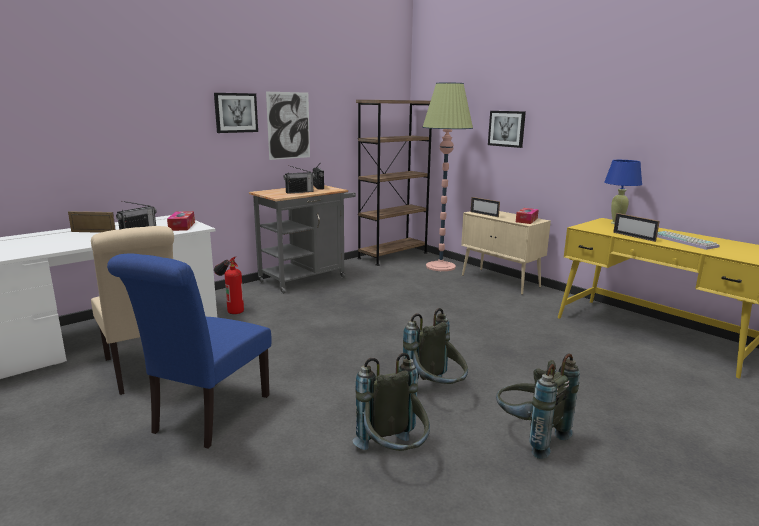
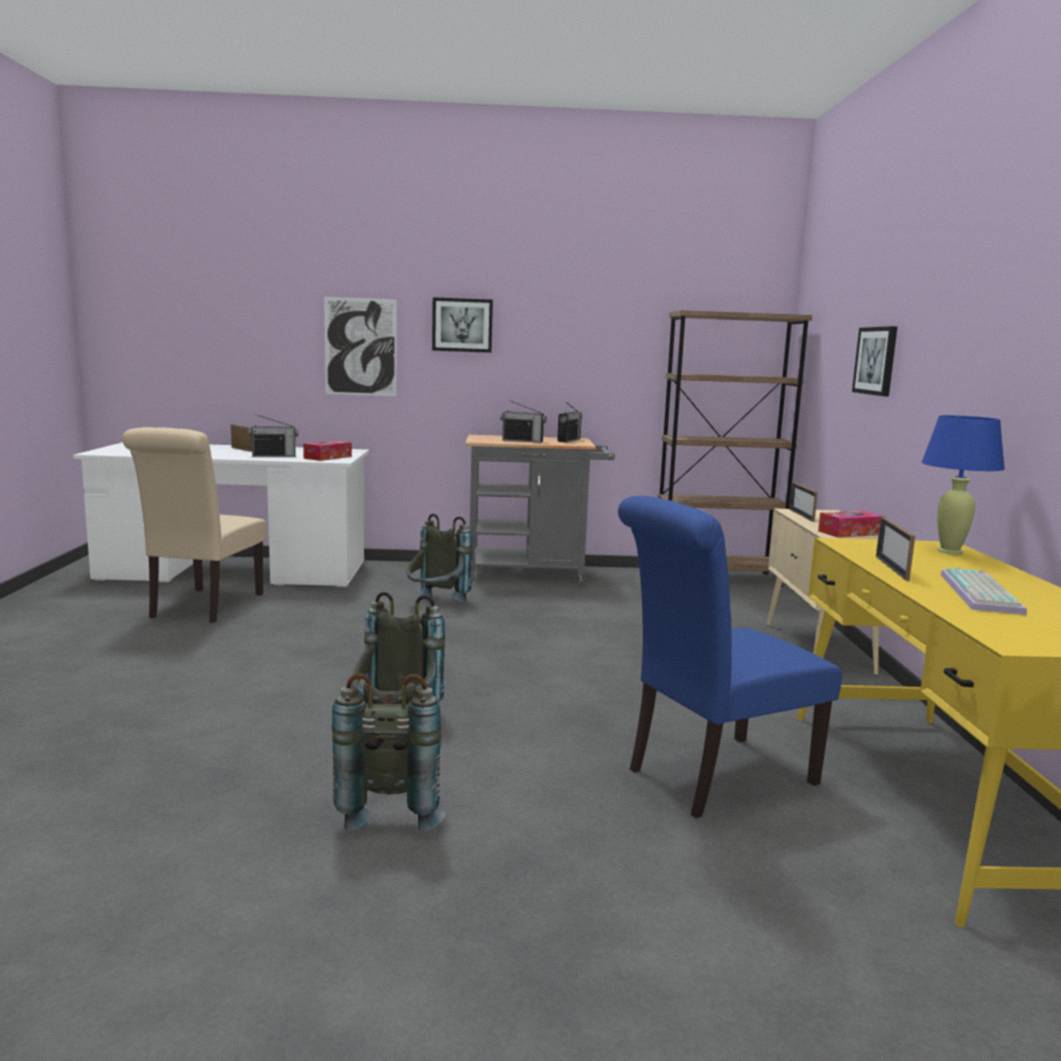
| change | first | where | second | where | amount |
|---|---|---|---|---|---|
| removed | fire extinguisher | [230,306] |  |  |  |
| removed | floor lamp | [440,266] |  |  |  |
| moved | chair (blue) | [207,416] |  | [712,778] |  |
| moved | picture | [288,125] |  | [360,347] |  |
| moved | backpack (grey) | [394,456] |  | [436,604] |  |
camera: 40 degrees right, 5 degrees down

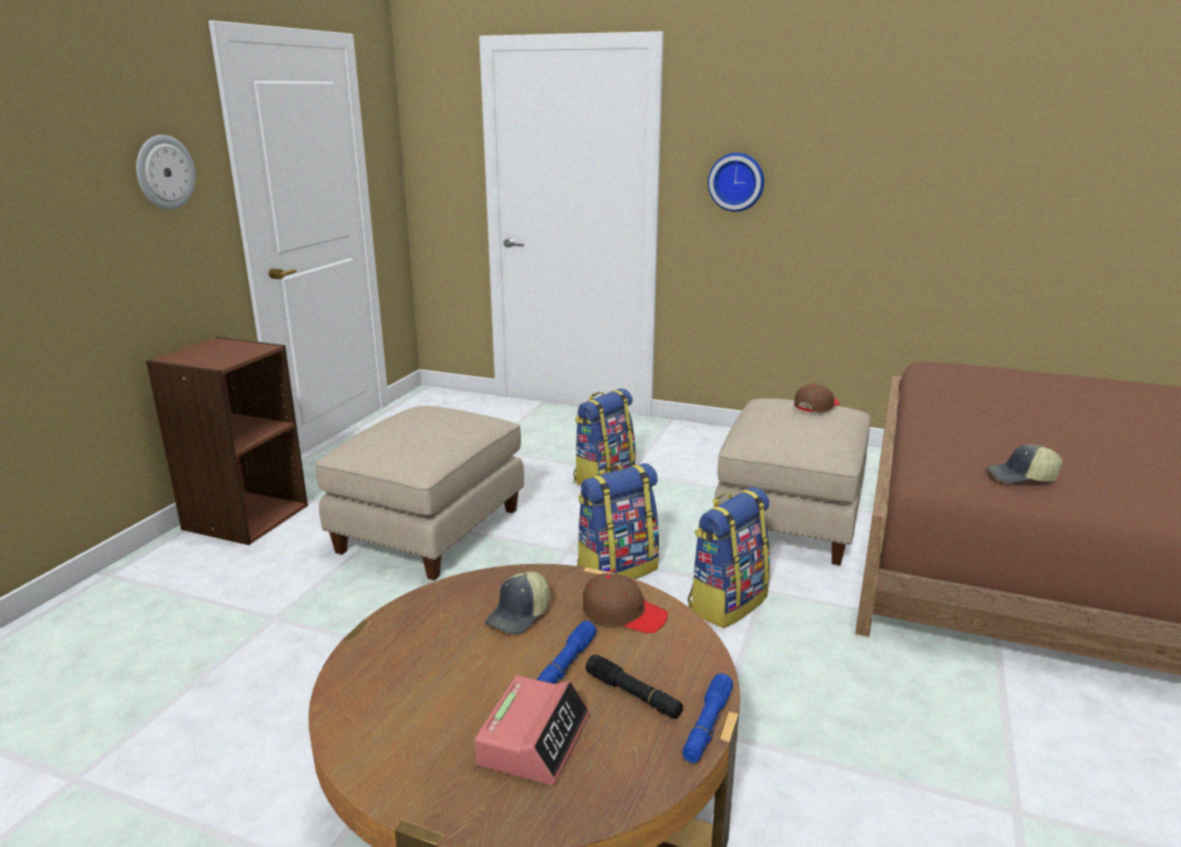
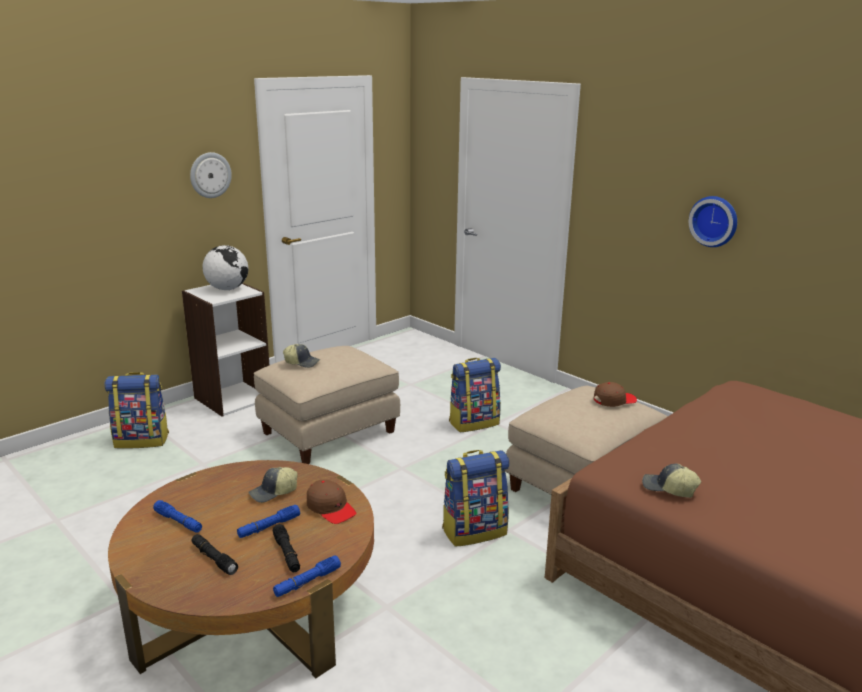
| change | first | where | second | where | amount |
|---|---|---|---|---|---|
| added |  |  | flashlight (blue) | [178,522] |  |
| added |  |  | globe | [227,289] |  |
| added |  |  | cap | [302,362] |  |
| moved | backpack | [617,569] |  | [142,440] |  |
| moved | wall clock | [736,182] |  | [714,221] |  |
| replaced | alarm clock | [534,740] | flashlight (black) | [214,559] |  |
| recoloured | bookcase (brown) | [245,517] | bookcase (white) | [232,398] |  |
camera: 25 degrees right, 0 degrees up

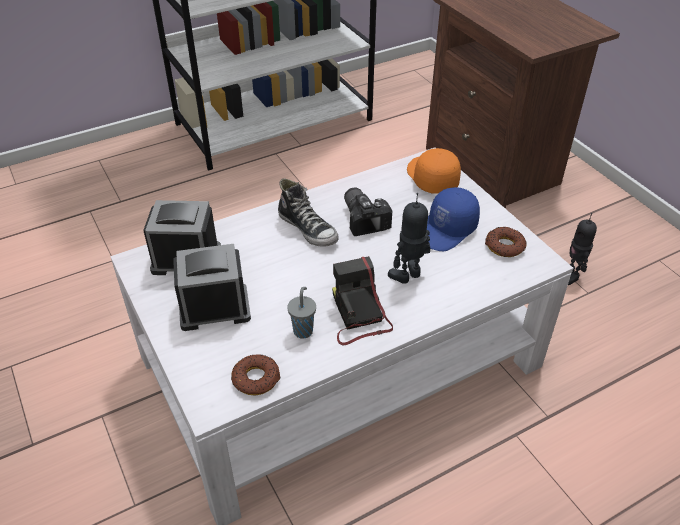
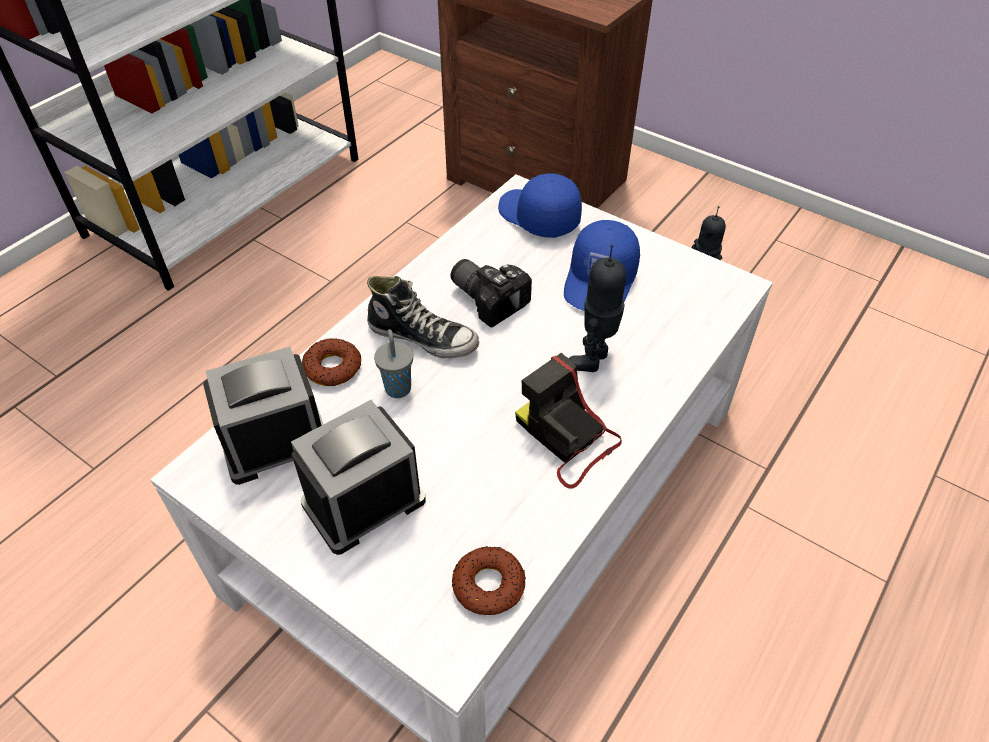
| change | first | where | second | where | amount |
|---|---|---|---|---|---|
| moved | cup (grey) | [303,330] |  | [397,387] |  |
| moved | donut | [504,246] |  | [332,368] |  |
| recoloured | cap (orange) | [431,178] | cap (blue) | [537,217] |  |
camera: 25 degrees left, 5 degrees up

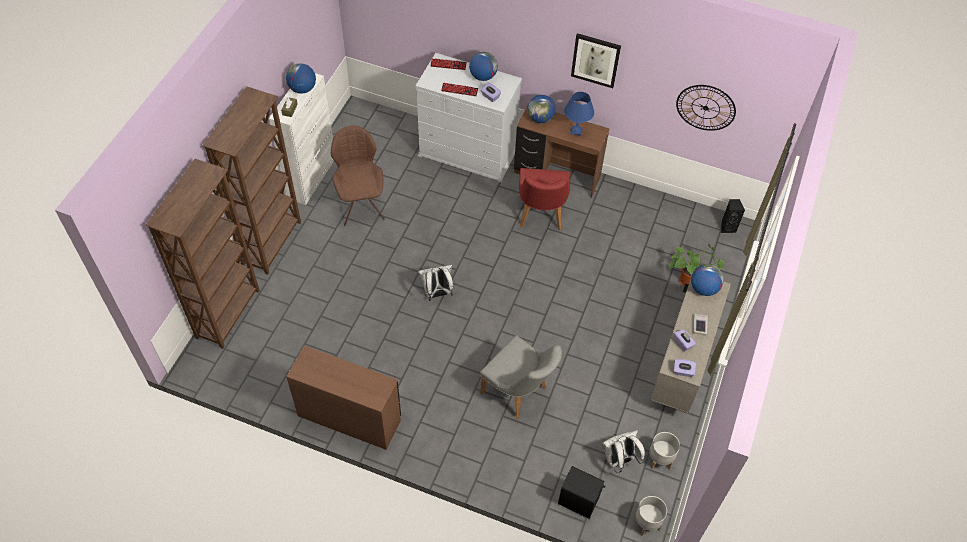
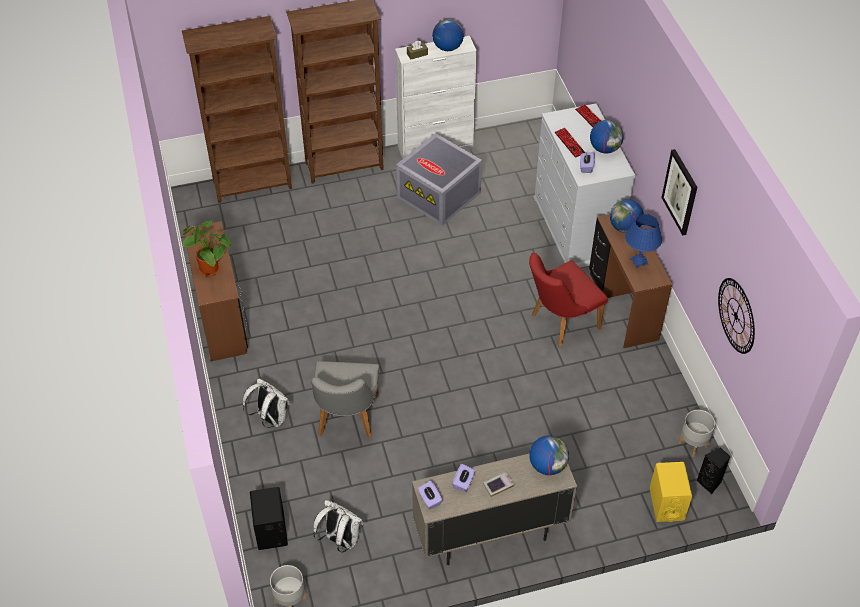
| change | first | where | second | where | amount |
|---|---|---|---|---|---|
| added |  |  | speaker (yellow) | [666,504] |  |
| moved | backpack (white) | [437,293] |  | [270,418] |  |
| moved | planter (grey) | [660,459] |  | [693,444] |  |
| moved | potted plant | [688,279] |  | [211,270] |  |
| replaced | chair (brown) | [361,205] | storage box (grey) | [440,195] |  |
camera: 55 degrees right, 5 degrees down

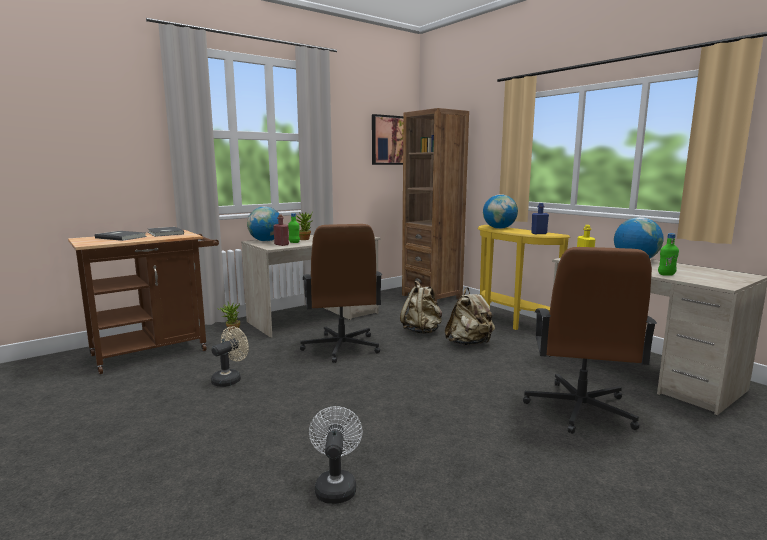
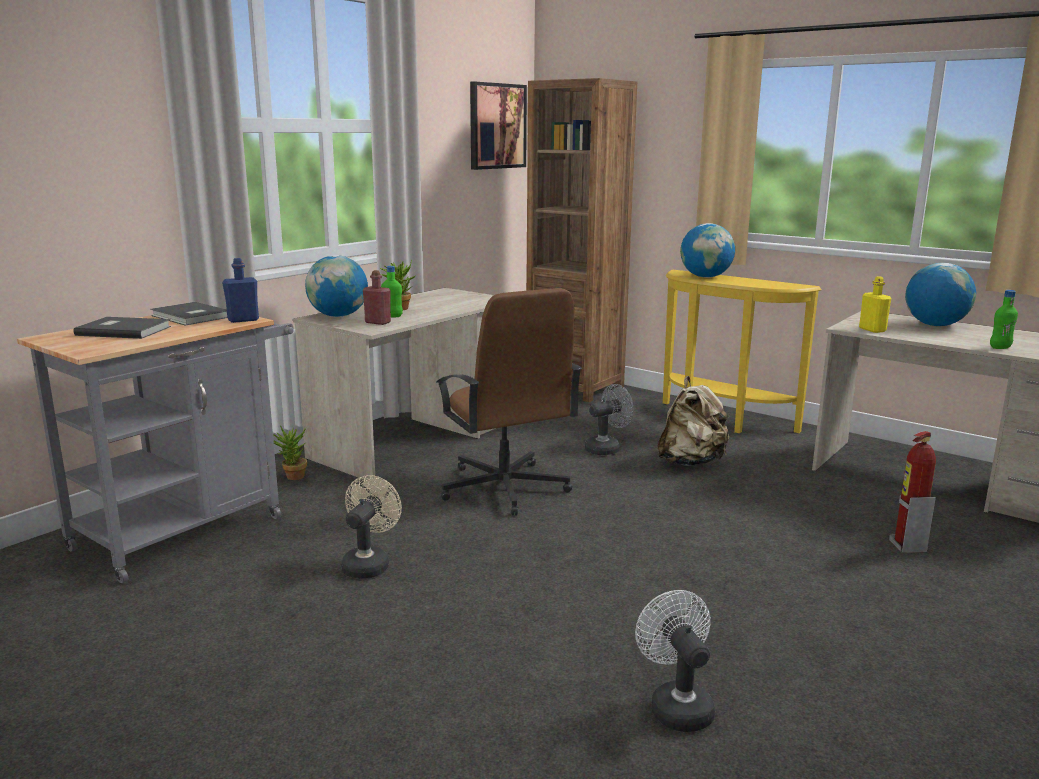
| change | first | where | second | where | amount |
|---|---|---|---|---|---|
| moved | bottle (blue) | [539,233] |  | [243,320] |  |
| replaced | backpack (beige) | [422,331] | fan (grey) | [607,448] |  |
| replaced | office chair (brown) | [579,409] | fire extinguisher | [906,546] |  |
| recoloured | cart (brown) | [157,351] | cart (grey) | [189,528] |  |
camera: 15 degrees left, 5 degrees up

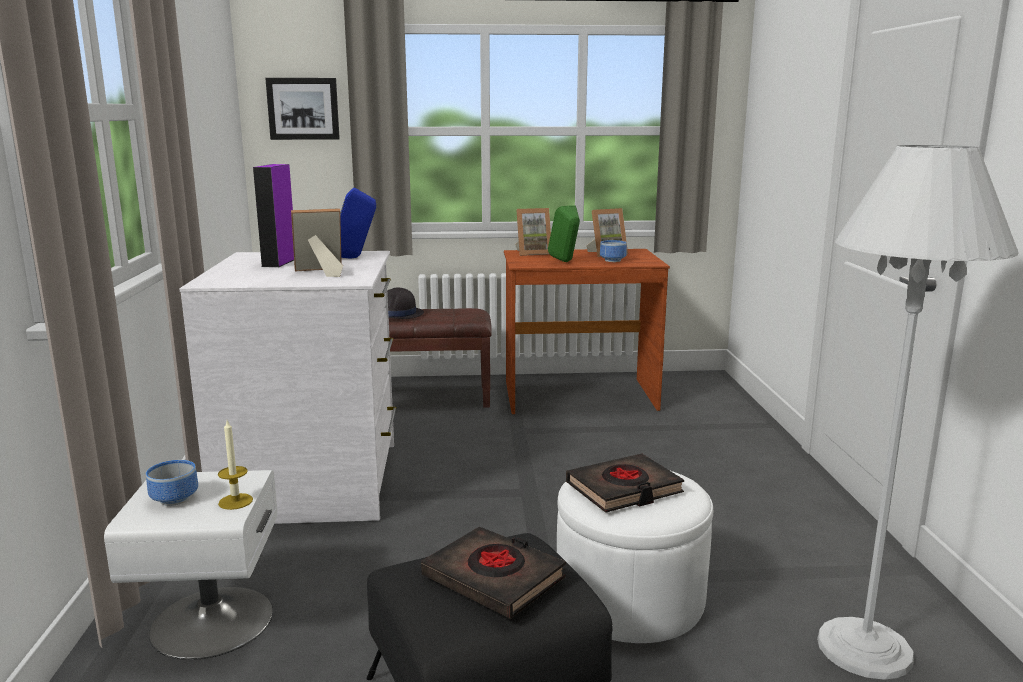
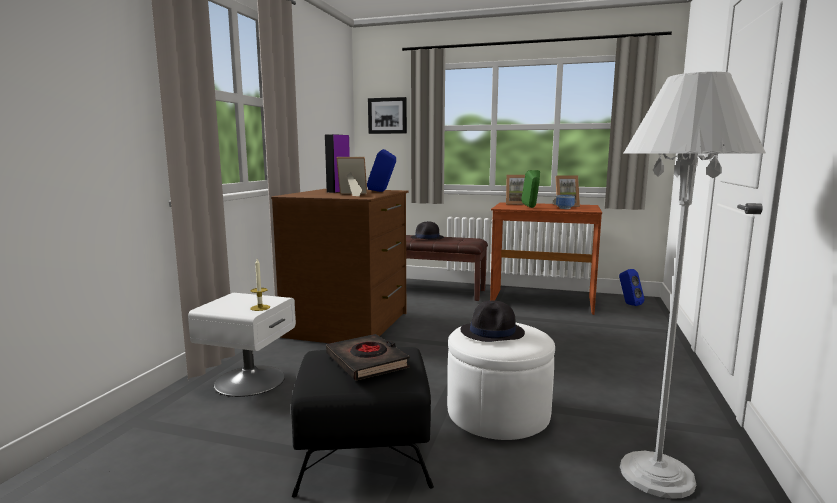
| change | first | where | second | where | amount |
|---|---|---|---|---|---|
| removed | bowl | [177,499] |  |  |  |
| added |  |  | speaker (blue) | [629,304] |  |
| replaced | book (black) | [624,489] | hat (black) | [492,332] |  |
| recoloured | dresser (white) | [314,481] | dresser (brown) | [349,325] |  |
camera: 20 degrees right, 5 degrees down

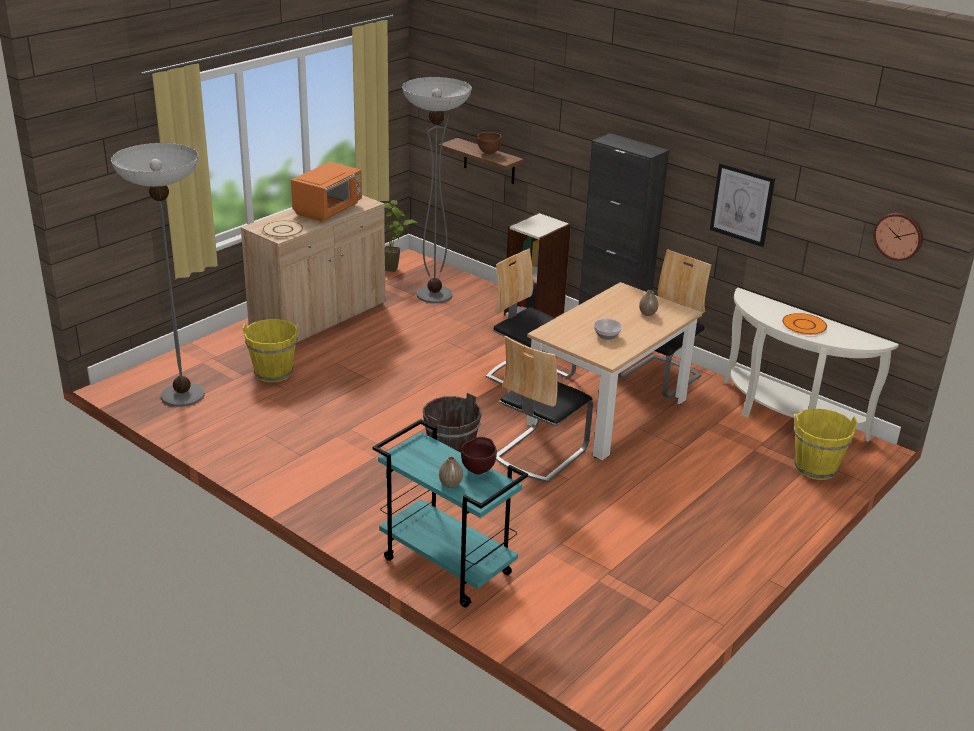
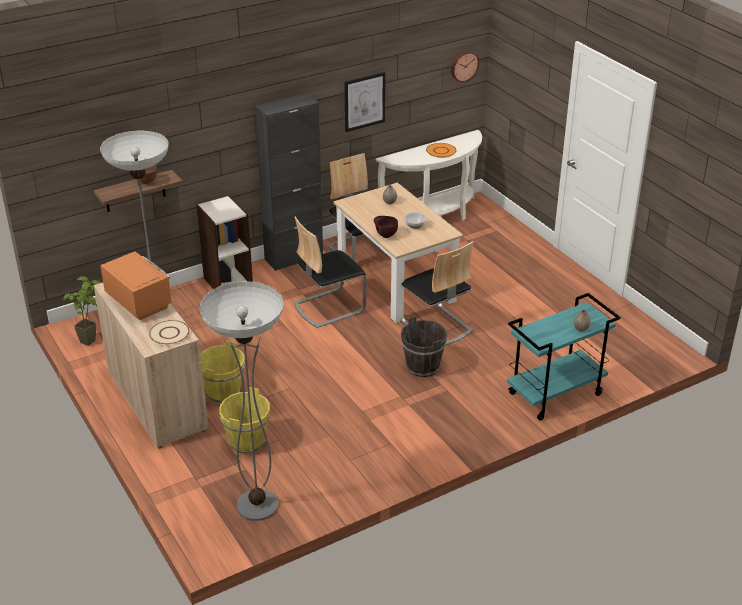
| change | first | where | second | where | amount |
|---|---|---|---|---|---|
| moved | bowl (brown) | [478,469] |  | [385,235] |  |
| moved | bucket (yellow) | [815,468] |  | [224,393] |  |
camera: 70 degrees left, 5 degrees up

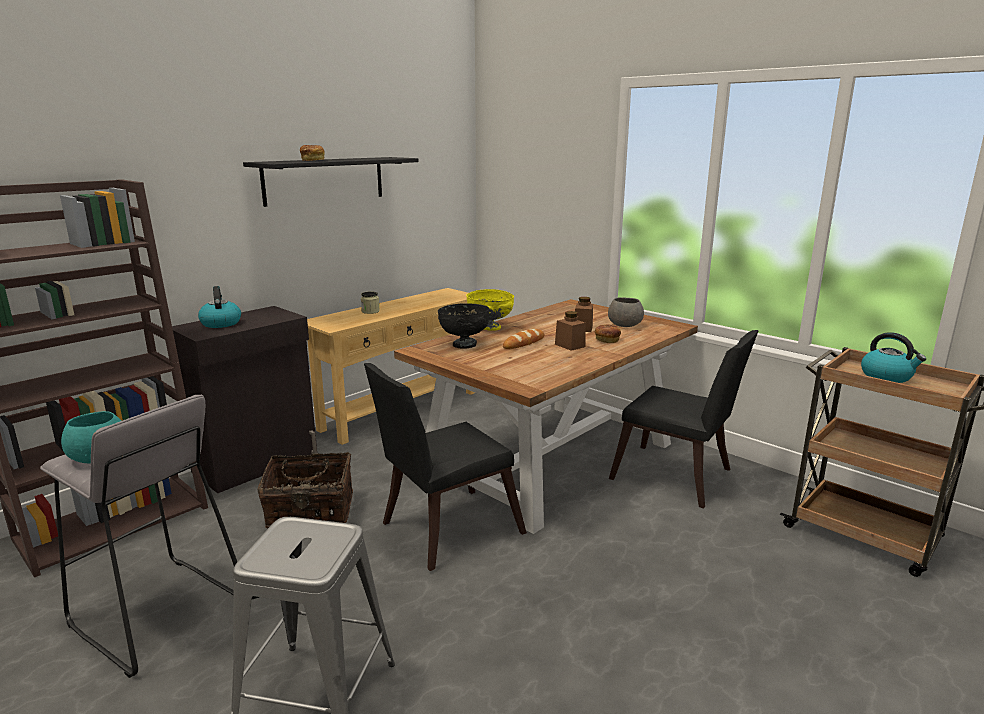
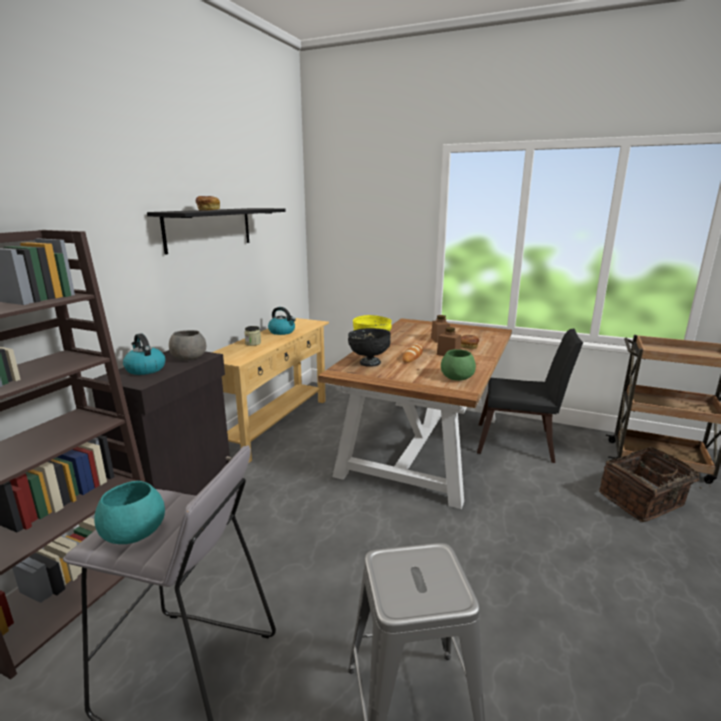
| change | first | where | second | where | amount |
|---|---|---|---|---|---|
| removed | chair (black) | [444,530] |  |  |  |
| added |  |  | bowl (green) | [457,377] |  |
| moved | basket | [310,512] |  | [643,501] |  |
| moved | bowl (grey) | [624,324] |  | [188,357] |  |
| moved | kettle | [887,376] |  | [282,332] |  |
camera: 20 degrees left, 0 degrees up

